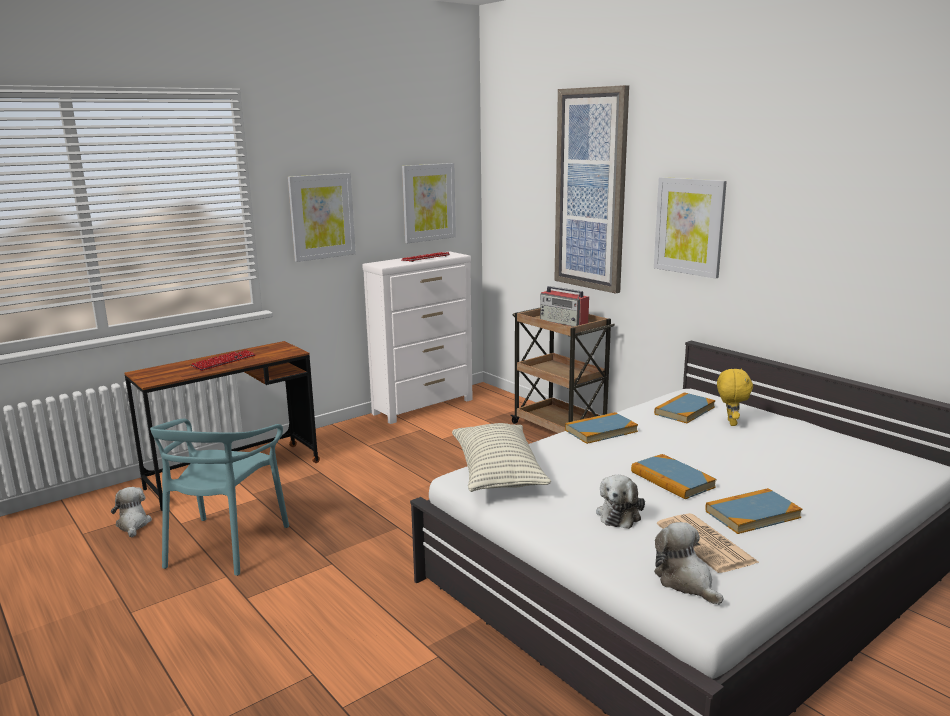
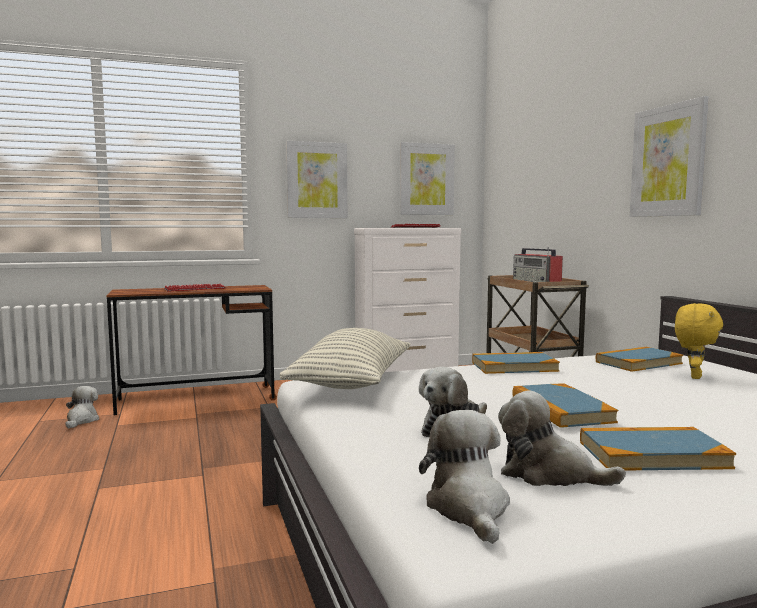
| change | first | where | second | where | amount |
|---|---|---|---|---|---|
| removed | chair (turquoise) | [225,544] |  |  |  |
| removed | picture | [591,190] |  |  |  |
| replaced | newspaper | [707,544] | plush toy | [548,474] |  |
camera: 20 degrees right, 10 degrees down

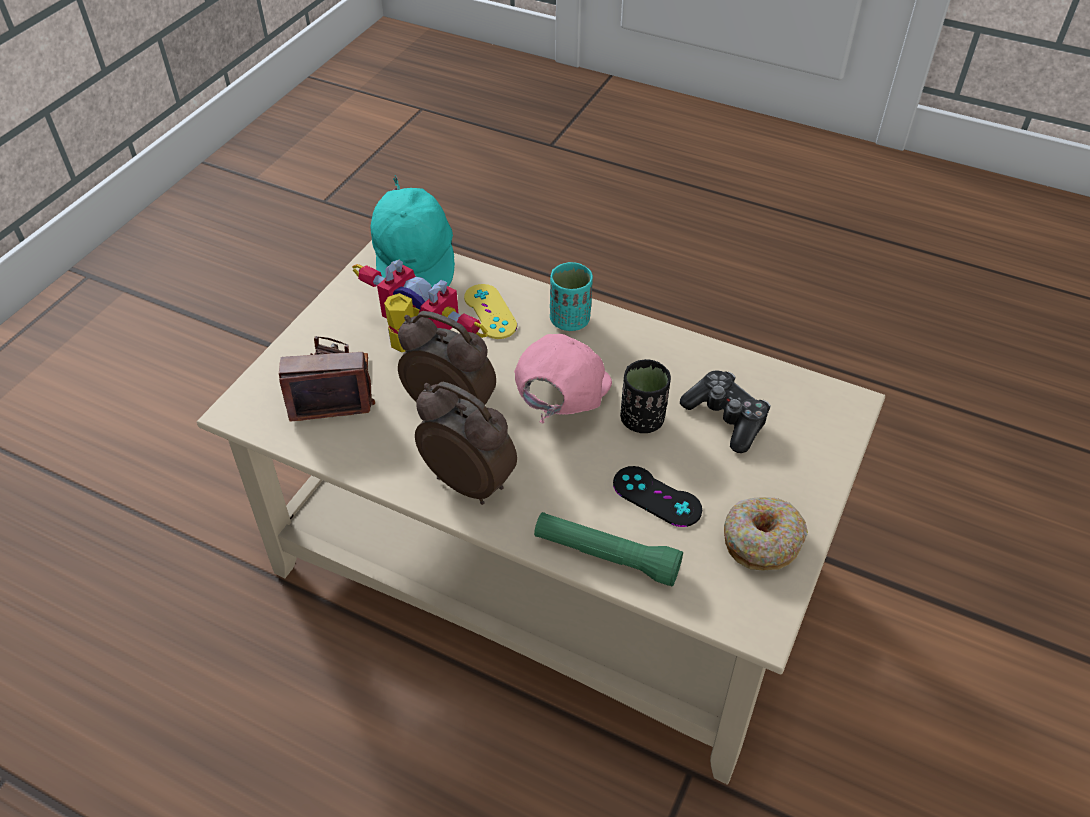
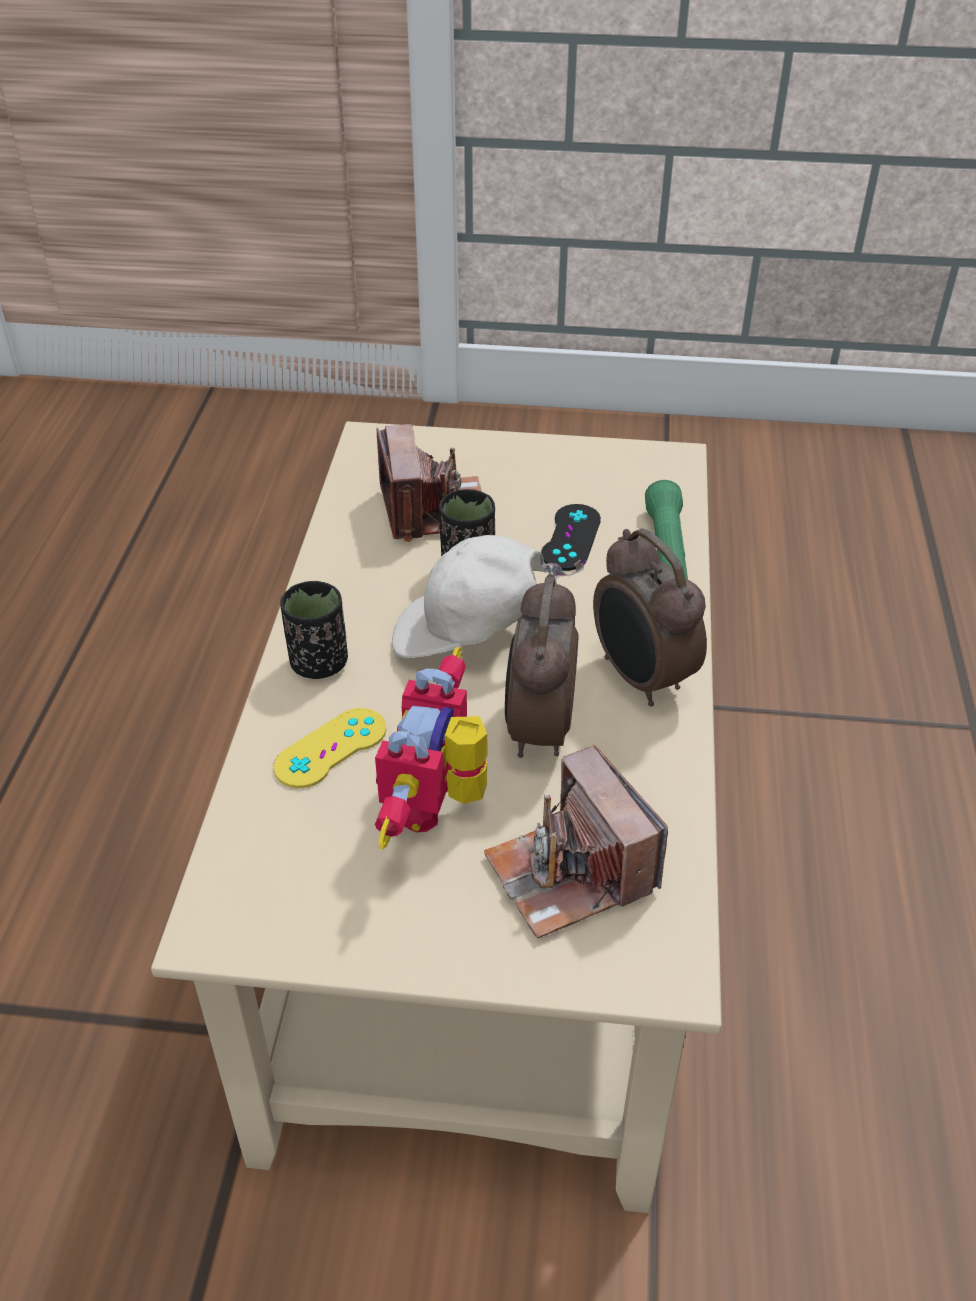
| change | first | where | second | where | amount |
|---|---|---|---|---|---|
| removed | cap (turquoise) | [415,264] |  |  |  |
| removed | donut | [761,540] |  |  |  |
| replaced | game controller | [726,418] | photo camera | [433,510] |  |
| recoloured | cap (pink) | [560,402] | cap (white) | [474,637] |  |
| recoloured | cup (turquoise) | [570,320] | cup (black) | [319,663] |  |
| turned | alarm clock | [469,481] |  | [640,678] | 45 degrees counterclockwise |
camera: 110 degrees left, 5 degrees down

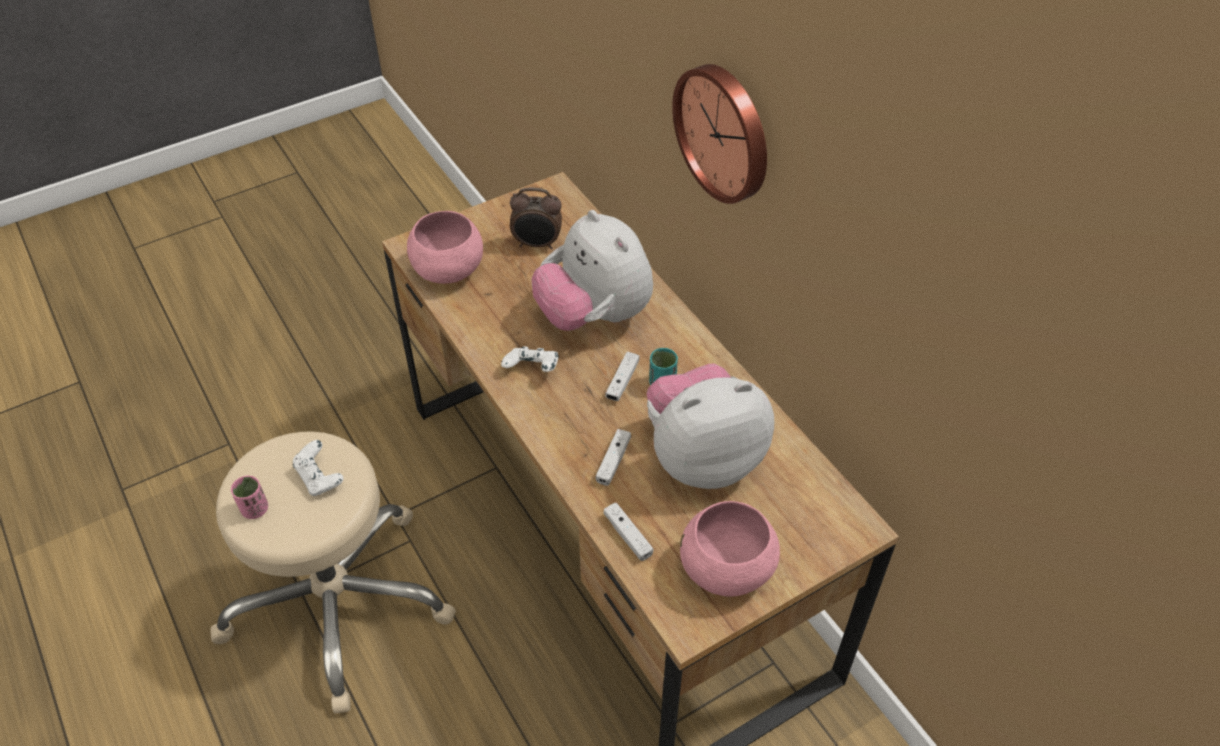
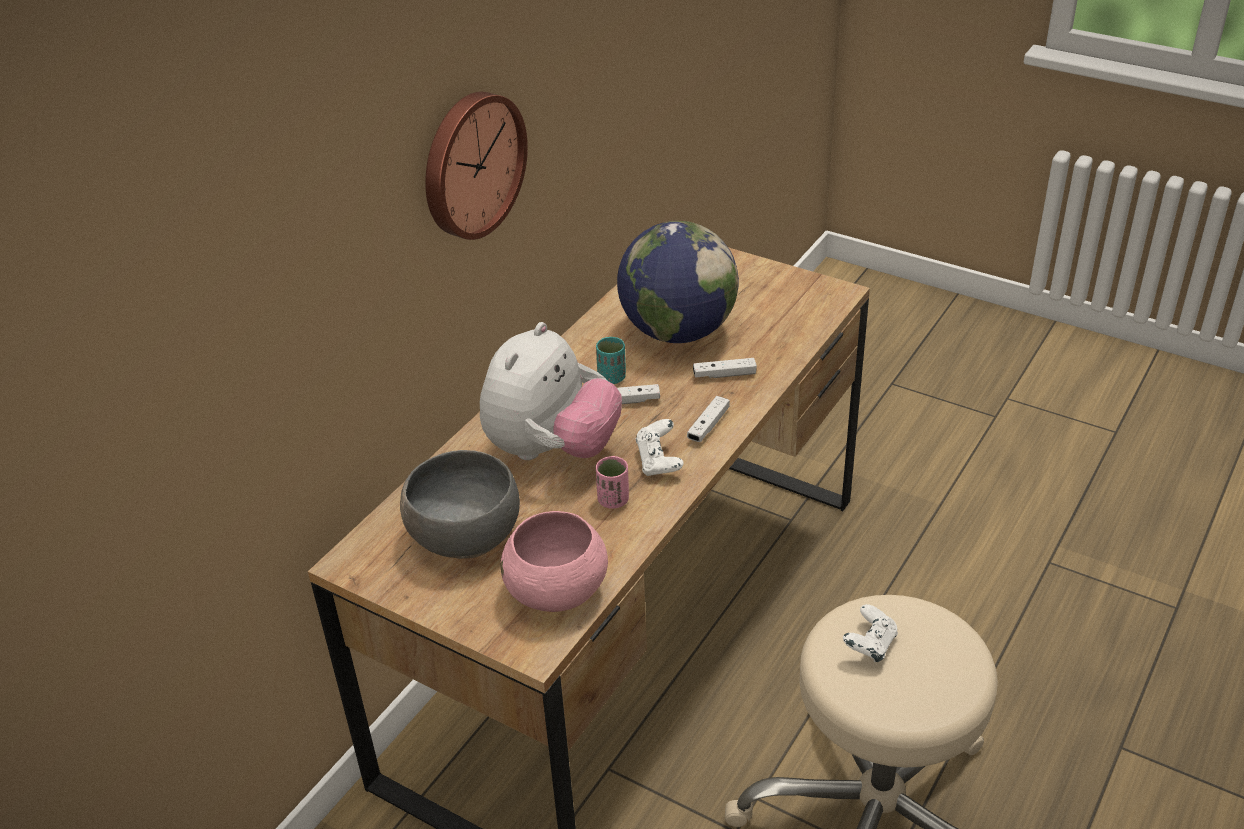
| change | first | where | second | where | amount |
|---|---|---|---|---|---|
| removed | bowl (pink) | [727,570] |  |  |  |
| moved | cup (pink) | [255,509] |  | [613,500] |  |
| moved | game controller (white) | [628,536] |  | [708,425] |  |
| replaced | alarm clock | [537,244] | bowl (grey) | [464,536] |  |
| replaced | plush toy | [702,457] | globe | [678,331] |  |
camera: 115 degrees left, 10 degrees down

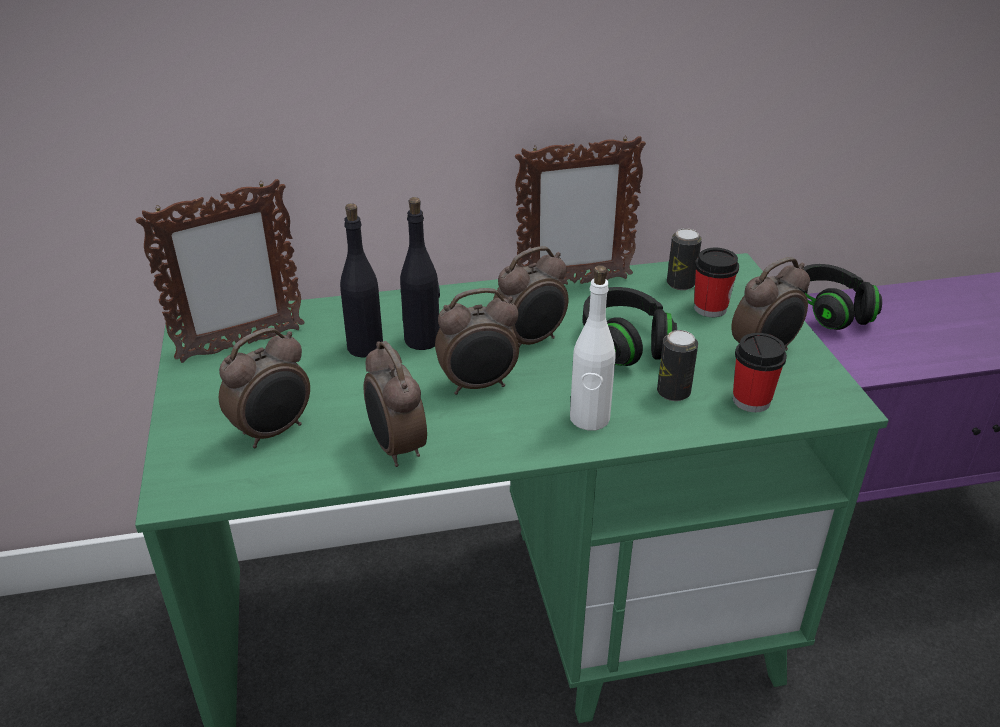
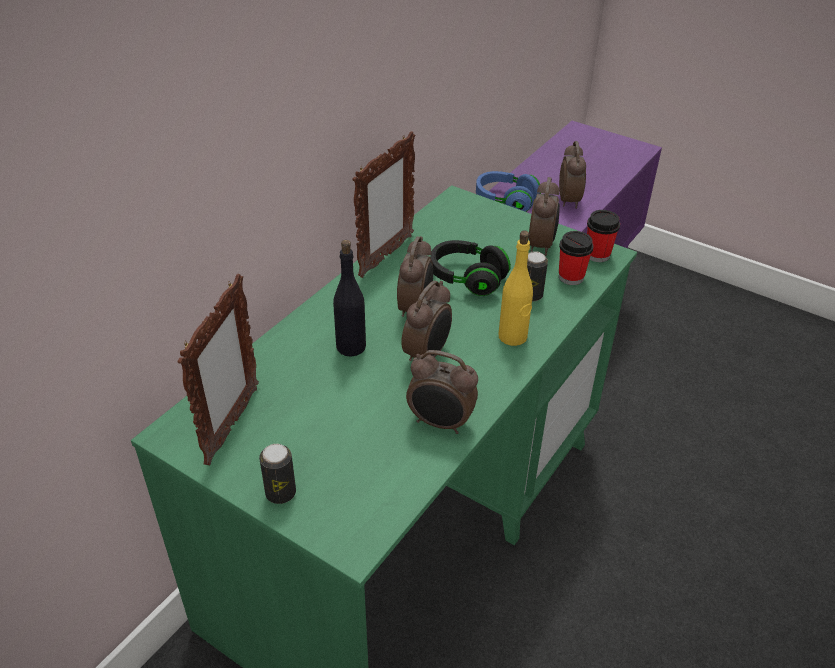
| change | first | where | second | where | amount |
|---|---|---|---|---|---|
| removed | bottle (black) | [365,347] |  |  |  |
| moved | alarm clock | [274,432] |  | [569,200] |  |
| moved | can | [680,284] |  | [280,493] |  |
| moved | cup | [710,308] |  | [597,255] |  |
| recoloured | bottle (white) | [589,419] | bottle (yellow) | [513,337] |  |
| recoloured | headphones (black) | [830,311] | headphones (blue) | [505,202] |  |
camera: 45 degrees left, 5 degrees up

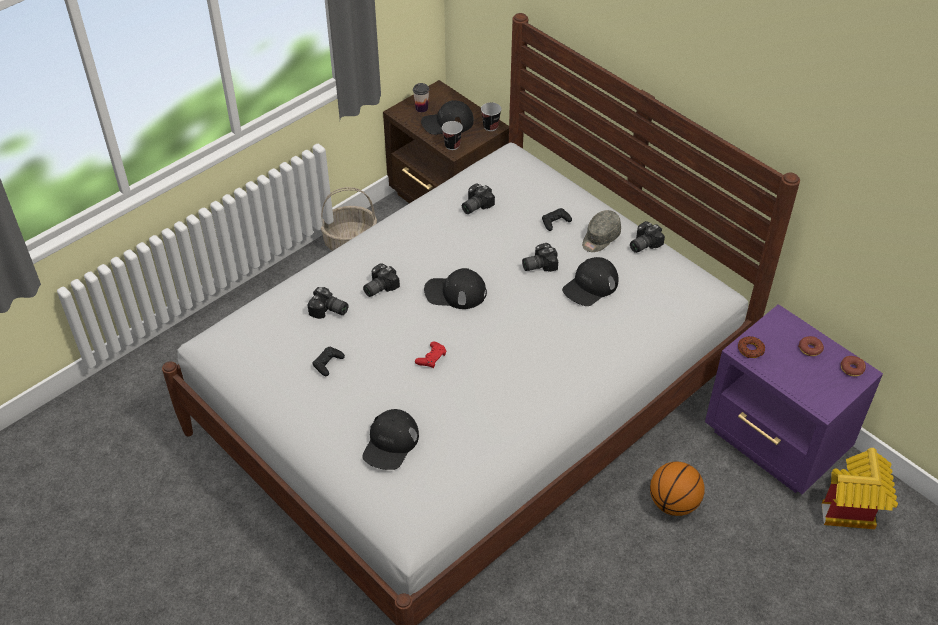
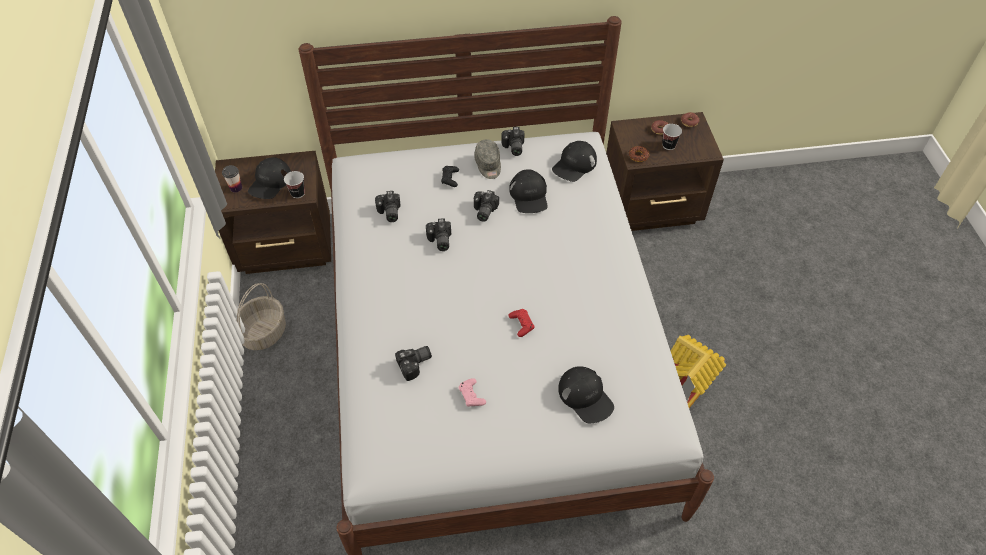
| change | first | where | second | where | amount |
|---|---|---|---|---|---|
| removed | basketball | [674,503] |  |  |  |
| moved | photo camera | [378,287] |  | [439,241] |  |
| moved | cap (black) | [455,292] |  | [574,165] |  |
| moved | cup | [490,126] |  | [668,145] |  |
| moved | toy house | [852,512] |  | [688,385] |  |
| recoloured | game controller (black) | [328,363] | game controller (pink) | [471,395] |  |
| recoloured | nightstand (purple) | [776,443] | nightstand (brown) | [652,208] |  |
camera: 55 degrees left, 5 degrees up

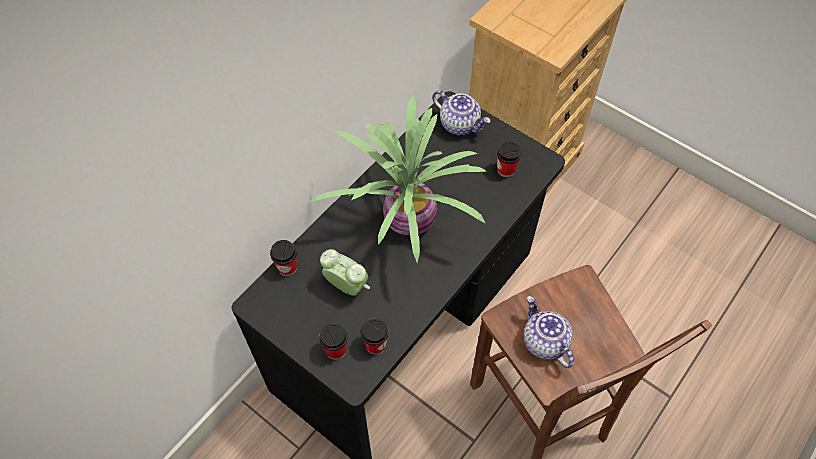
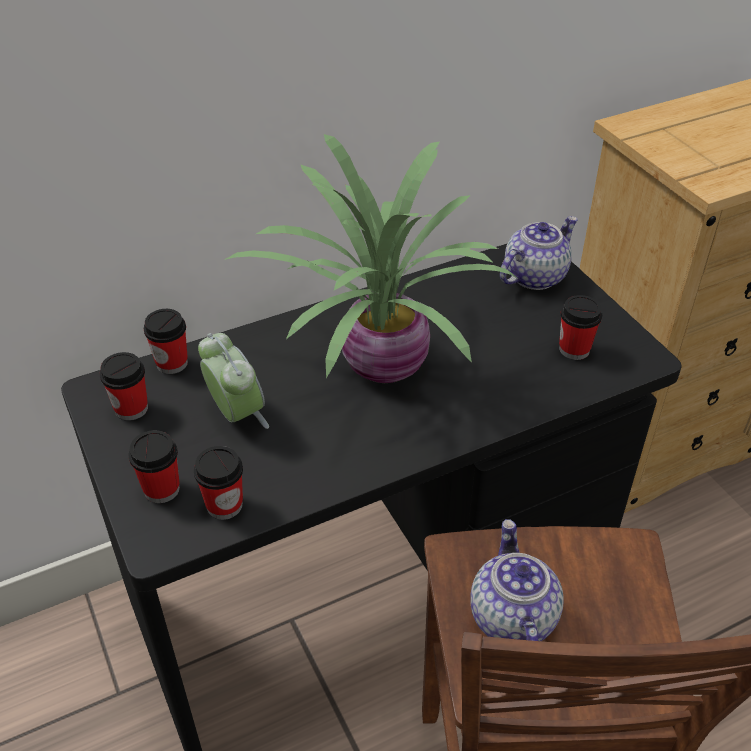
| change | first | where | second | where | amount |
|---|---|---|---|---|---|
| added |  |  | cup | [131,408] |  |
| turned | teapot | [460,124] |  | [534,276] | 105 degrees counterclockwise |
camera: 25 degrees right, 15 degrees down

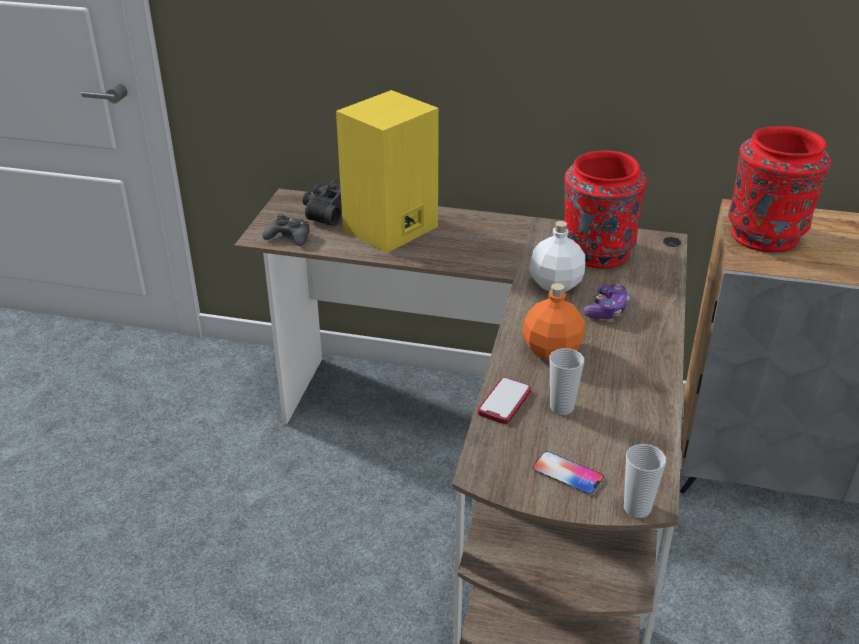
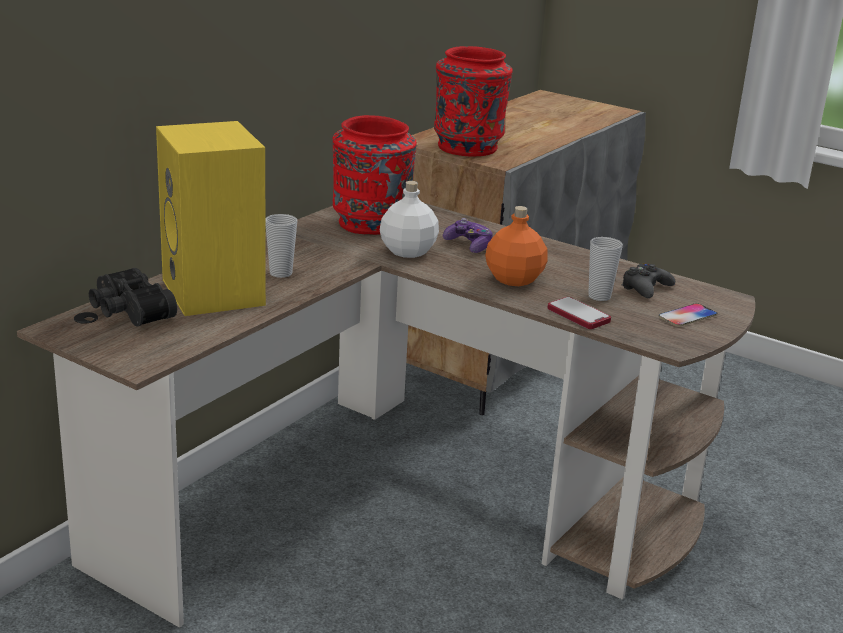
| change | first | where | second | where | amount |
|---|---|---|---|---|---|
| moved | game controller (black) | [289,237] |  | [645,288] |  |
| moved | cup | [637,508] |  | [281,273] |  |
camera: 70 degrees left, 10 degrees down

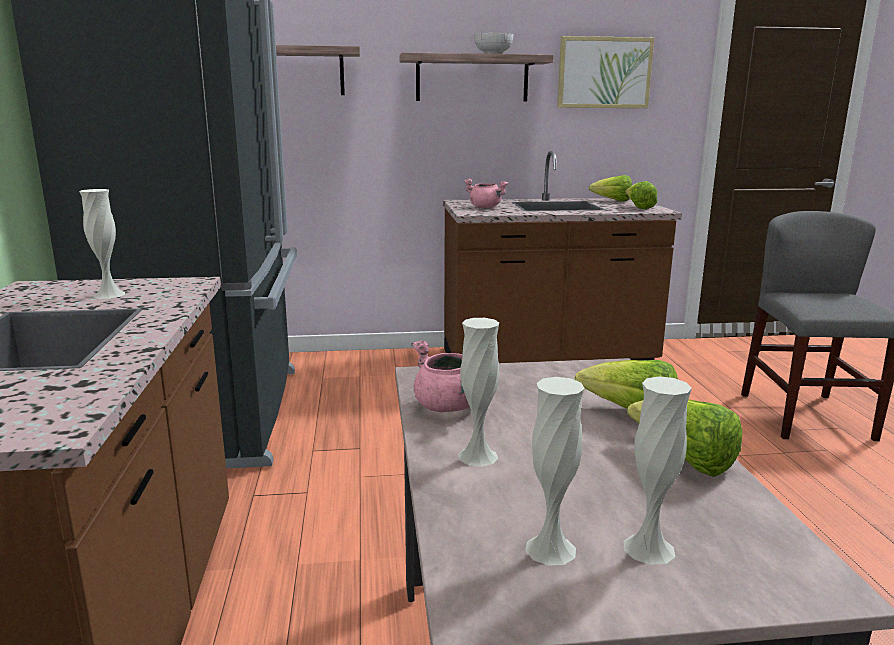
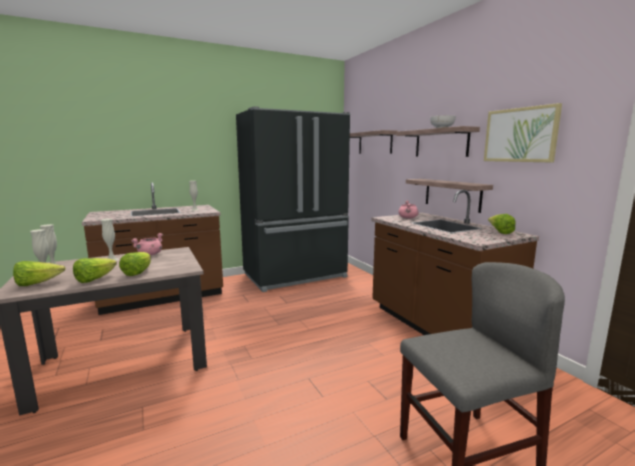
| change | first | where | second | where | amount |
|---|---|---|---|---|---|
| added |  |  | shelf | [452,194] |  |
| moved | lettuce | [638,207] |  | [37,283] |  |
camera: 70 degrees right, 5 degrees down

